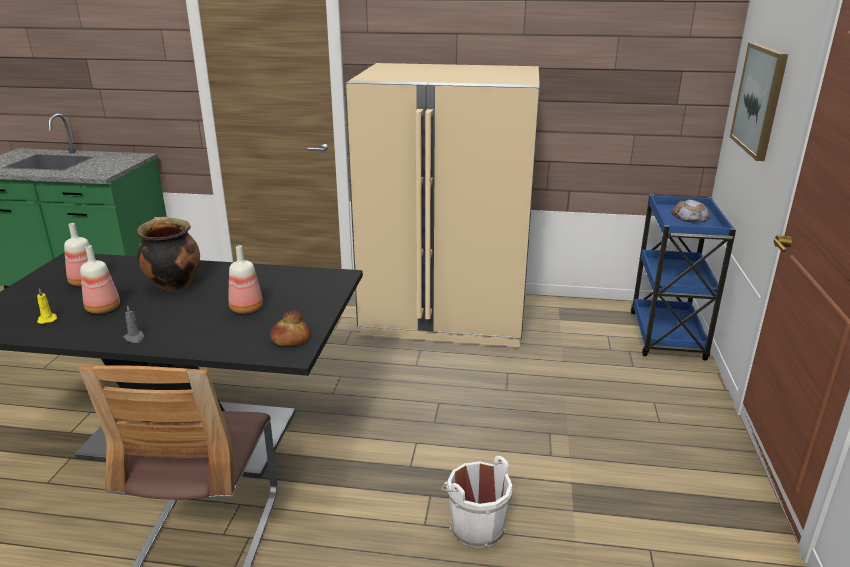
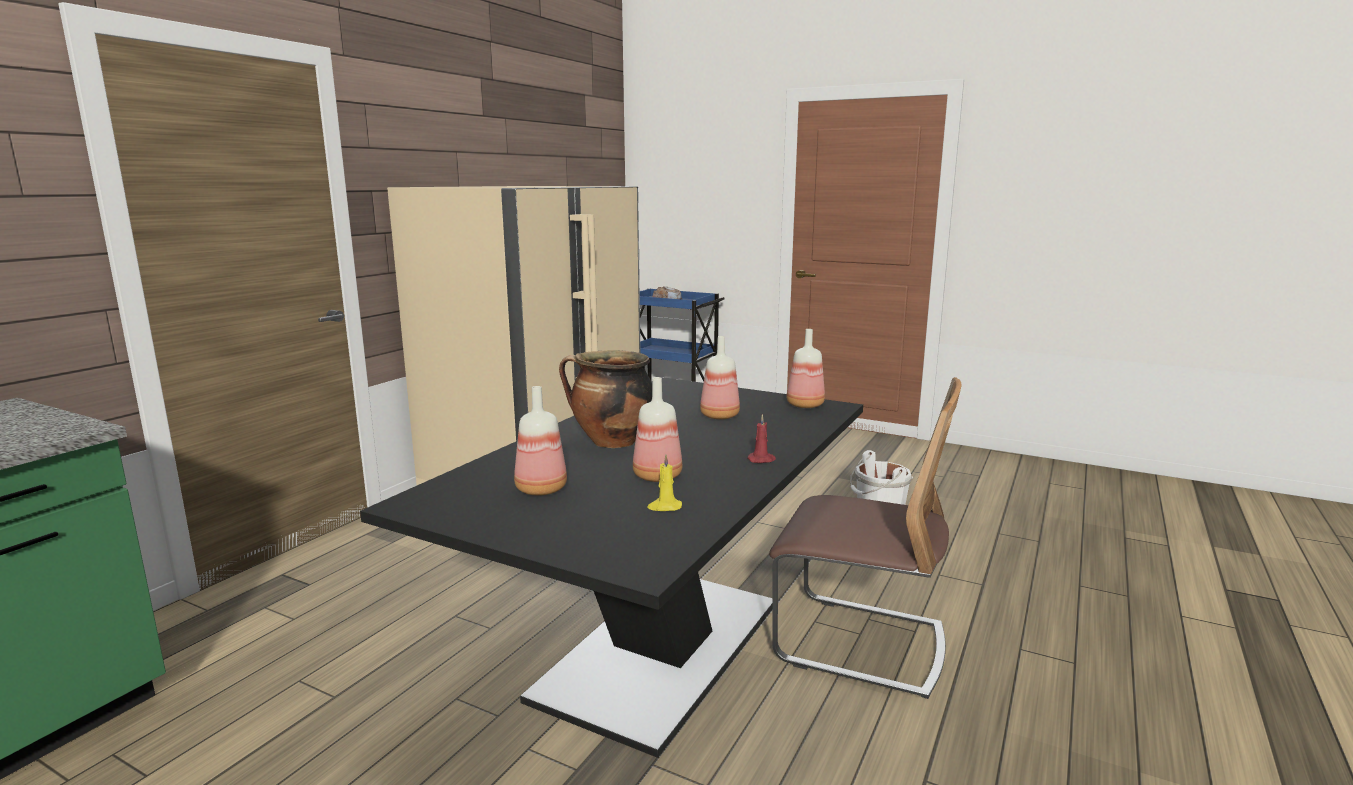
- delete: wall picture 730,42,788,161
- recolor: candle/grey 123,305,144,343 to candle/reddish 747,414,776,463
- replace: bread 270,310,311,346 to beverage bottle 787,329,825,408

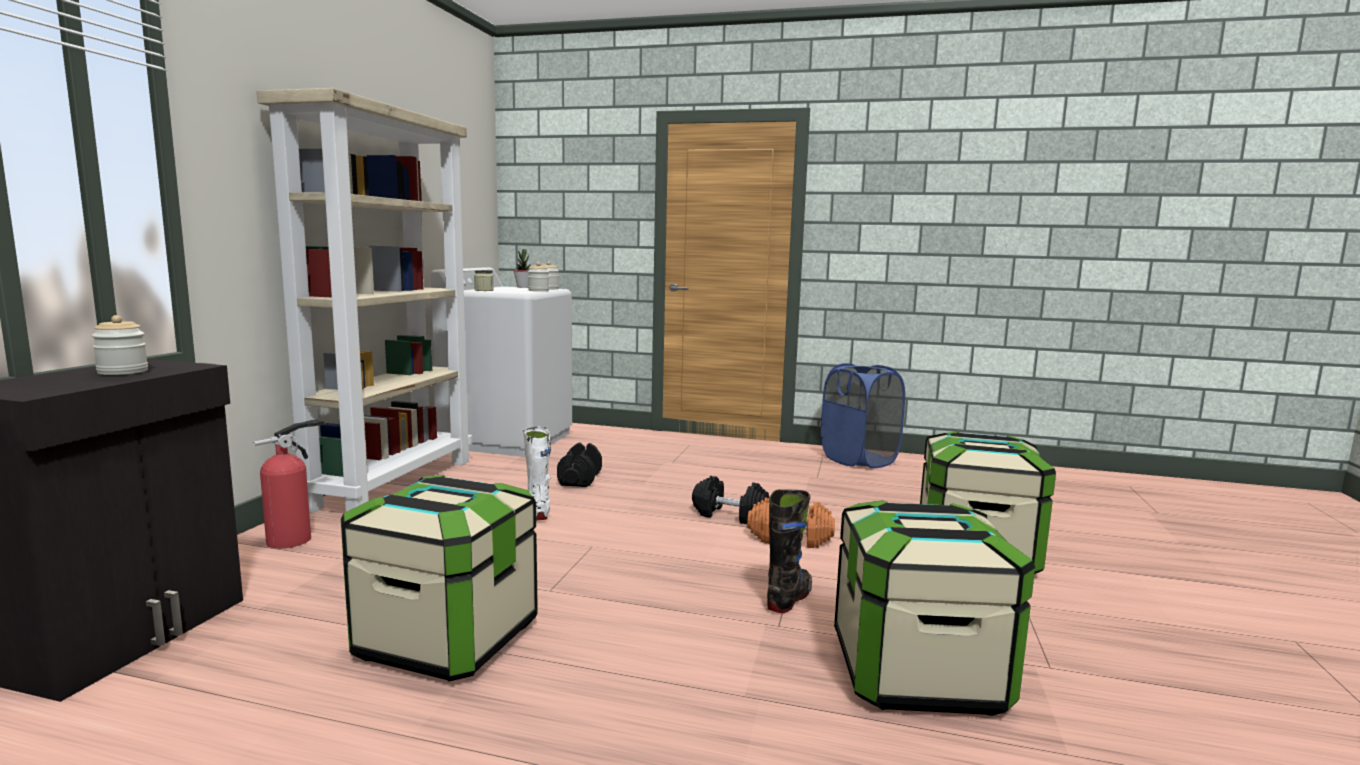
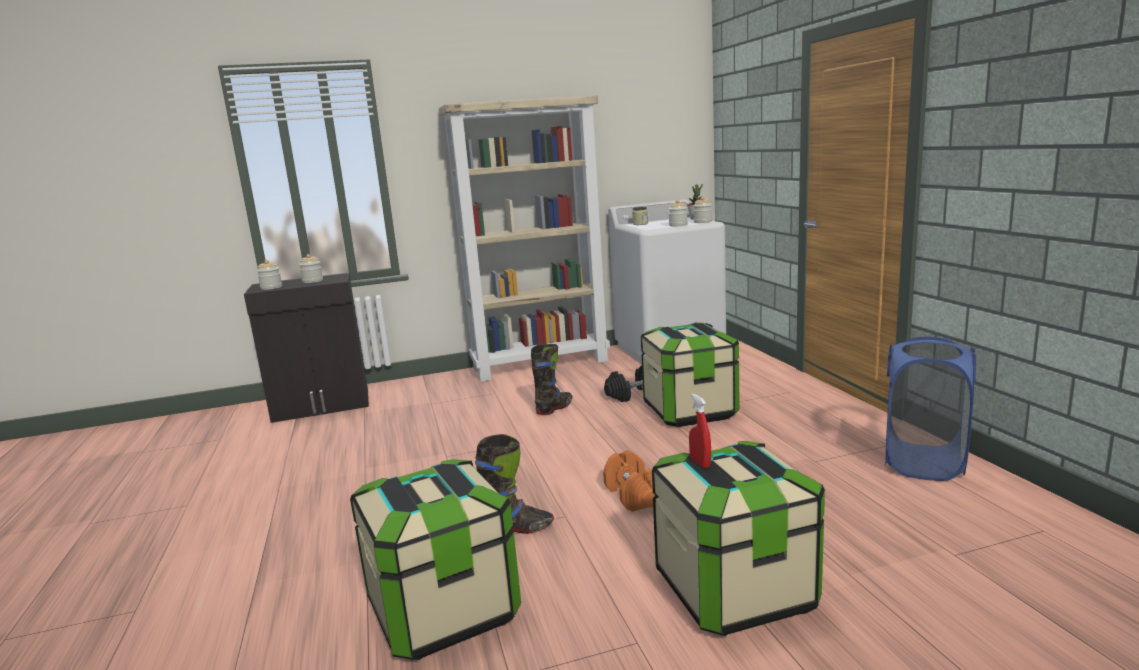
- delete: fire extinguisher 253,419,324,549
- recolor: boot/white-coloured 523,426,551,521 to boot/blackish 531,344,572,415
- move: storage box 341,475,538,682 to 641,322,739,427
- delete: free weight/blackish 692,476,769,524
- insert: storage jar 257,260,282,290
- insert: spray bottle/reddish 689,394,711,468

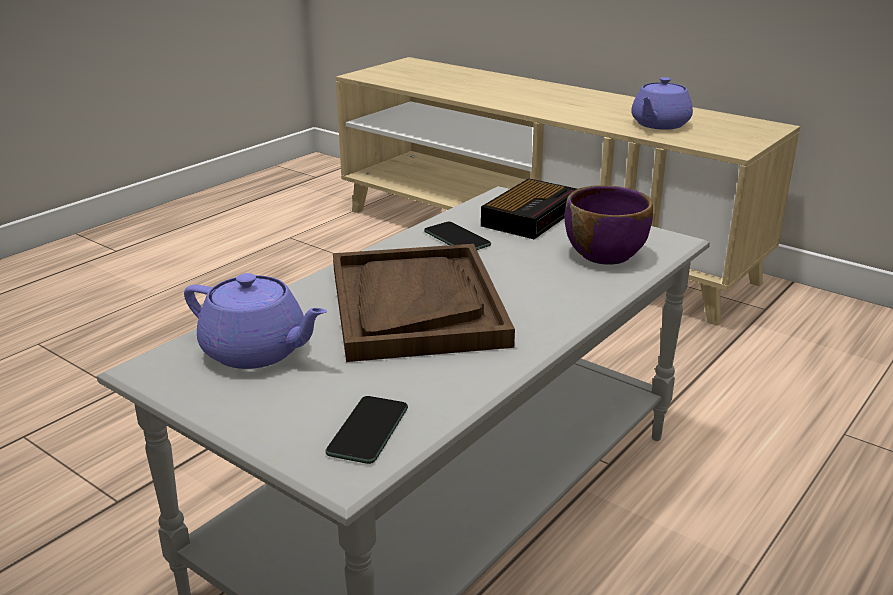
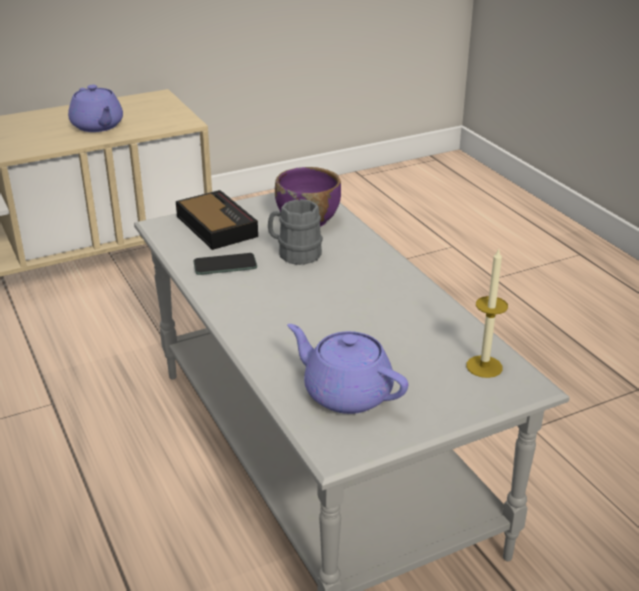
- delete: serving tray/brown 333,244,515,362
- rotate: tea pot/purple 184,273,327,369 = 287,324,408,414 105 degrees counterclockwise
- replace: handset 325,396,408,464 to candle 466,249,508,378
- insert: coffee mug/grey 268,199,323,265

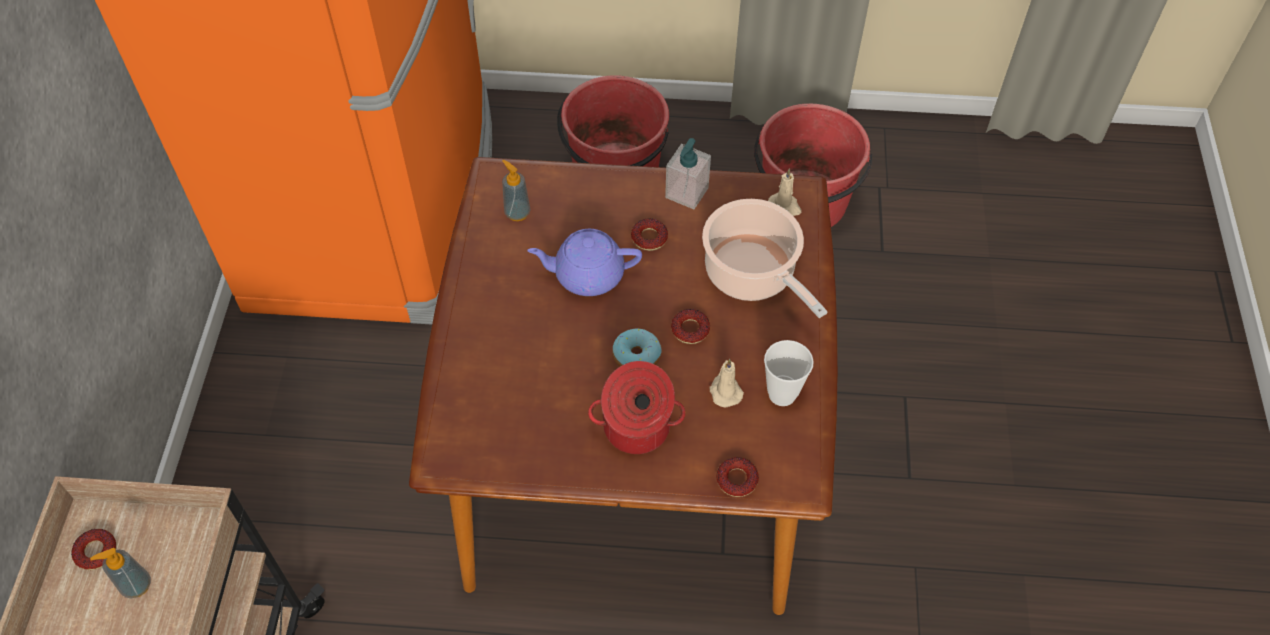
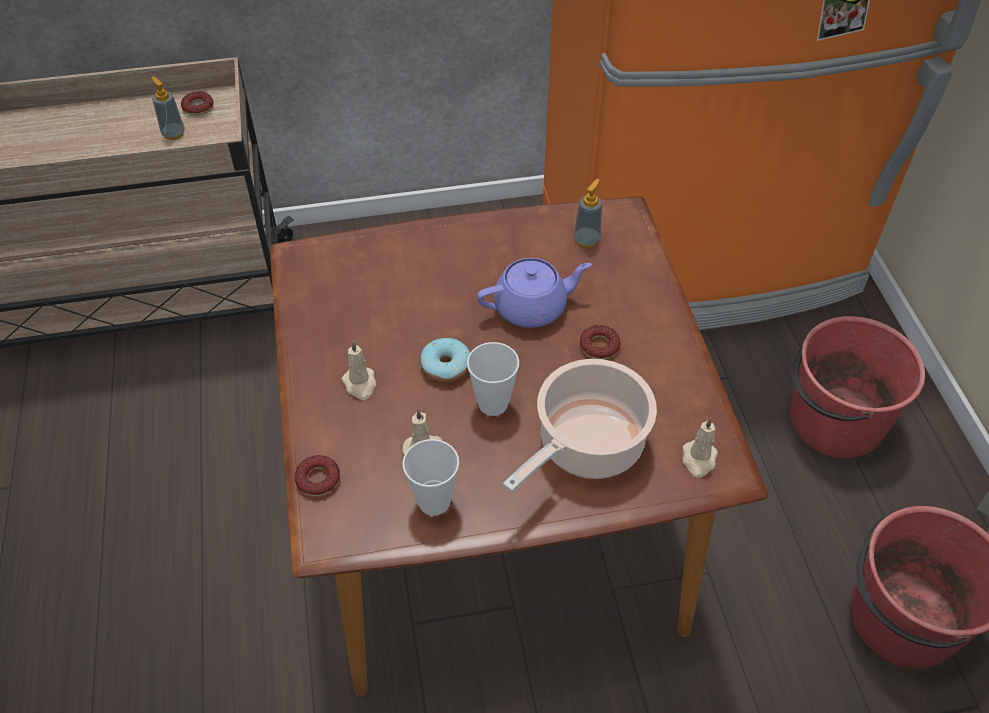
- delete: liquid soap bottle 665,138,711,209
- rotate: tea pot/purple 527,229,642,296 = 477,258,592,328 90 degrees clockwise
- replace: doughnut 671,309,710,344 to drinking cup 467,342,519,416
- replace: stockpot 588,361,686,454 to candle/sand-coloured 341,341,376,400

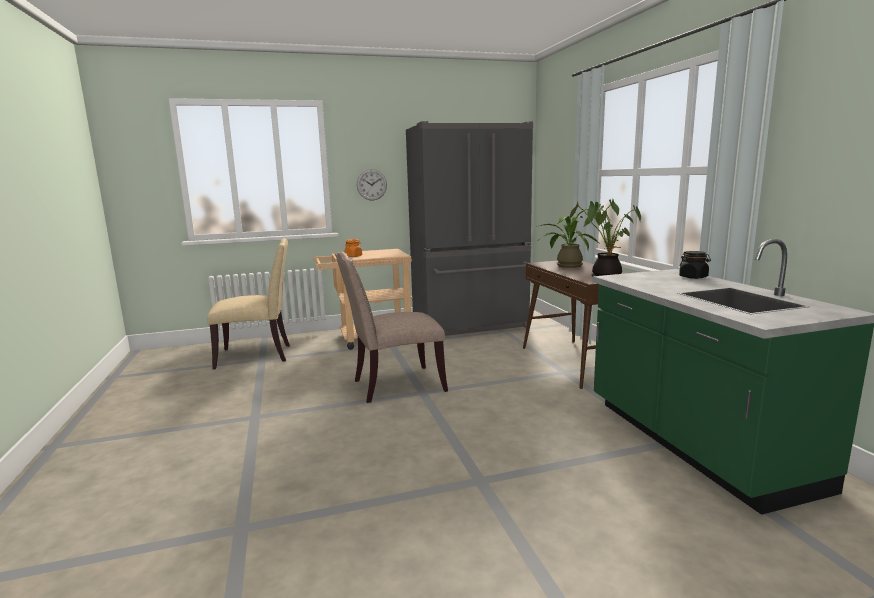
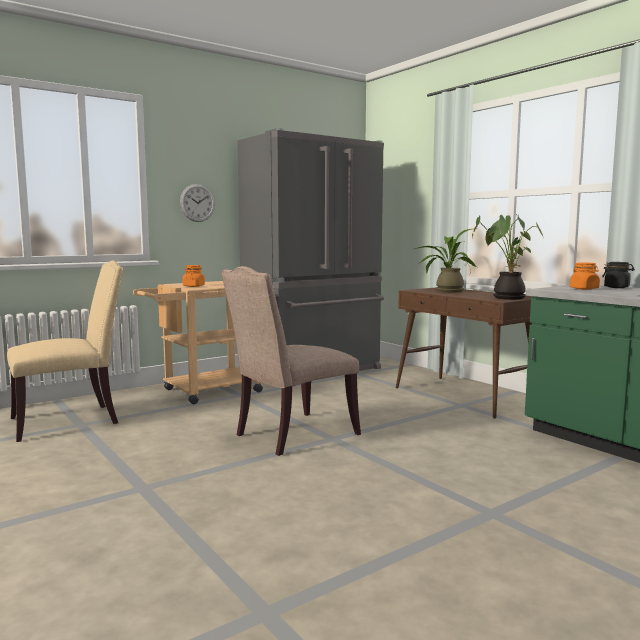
- insert: storage jar/orange 570,262,600,290

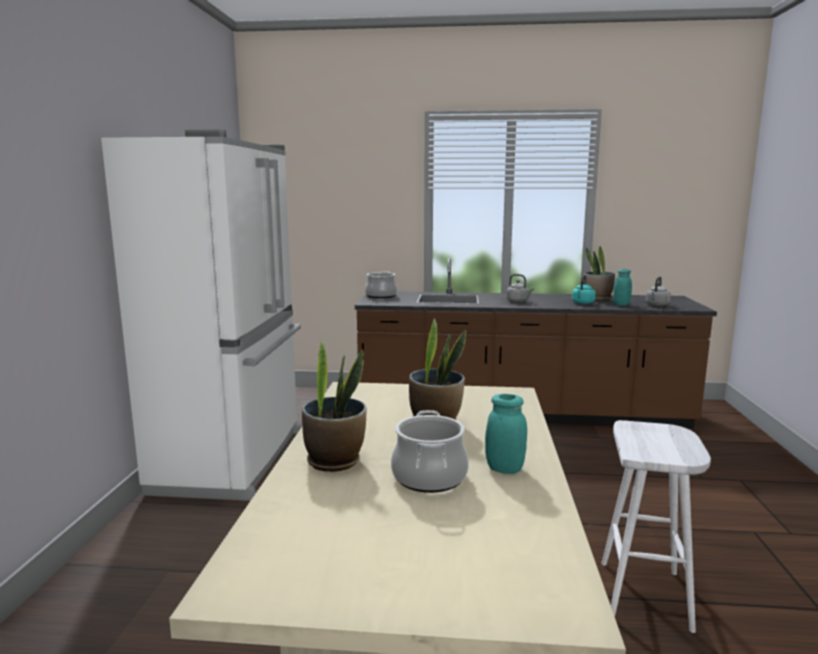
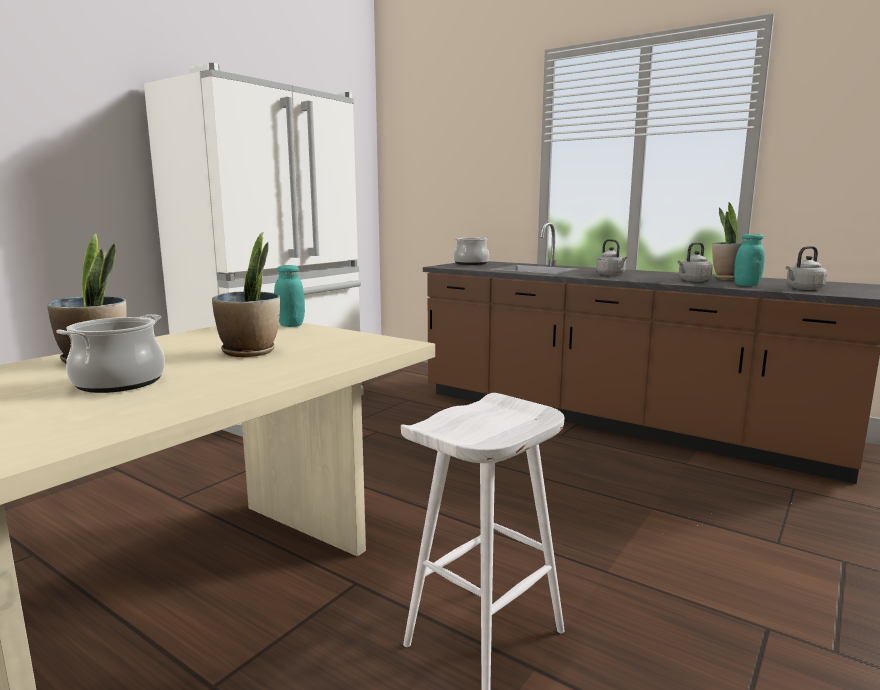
- recolor: tea kettle/blue-green 572,275,596,304 to tea kettle/grey 678,242,713,282
- move: storage jar/blue-green 485,394,527,474 to 274,265,305,327

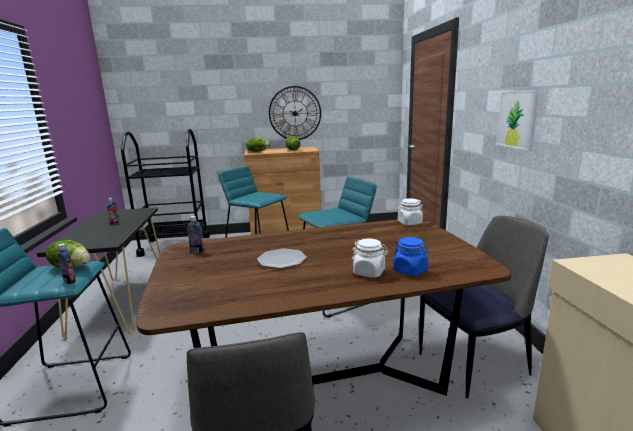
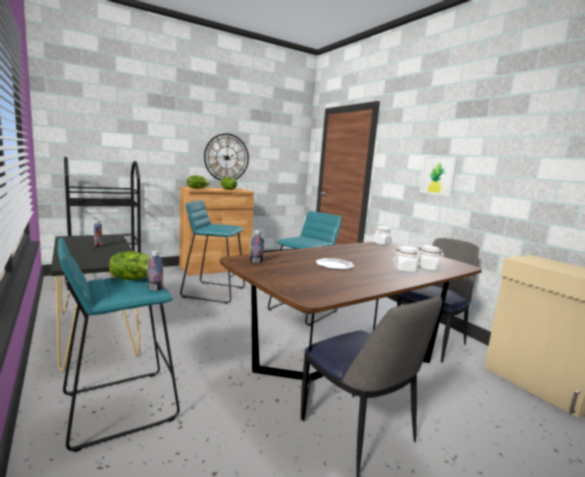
- recolor: storage jar/blue-coloured 393,237,429,276 to storage jar/white-coloured 416,245,444,271

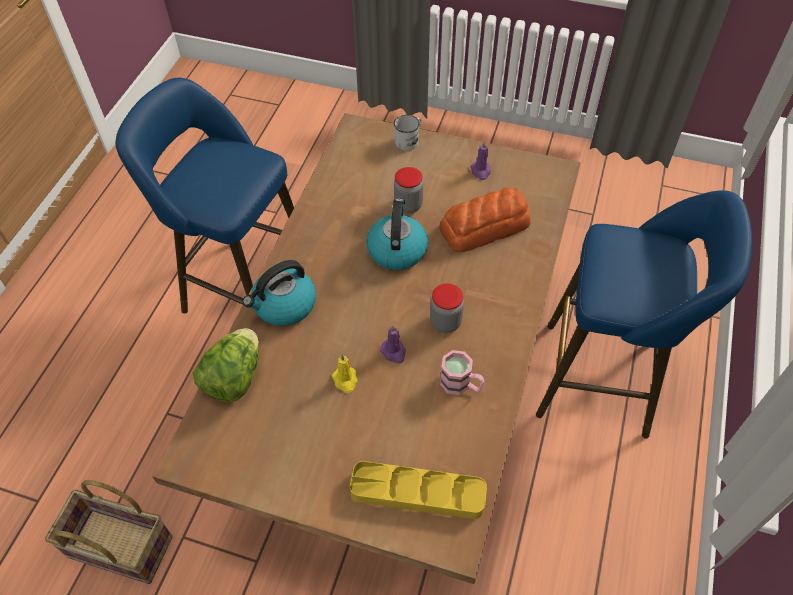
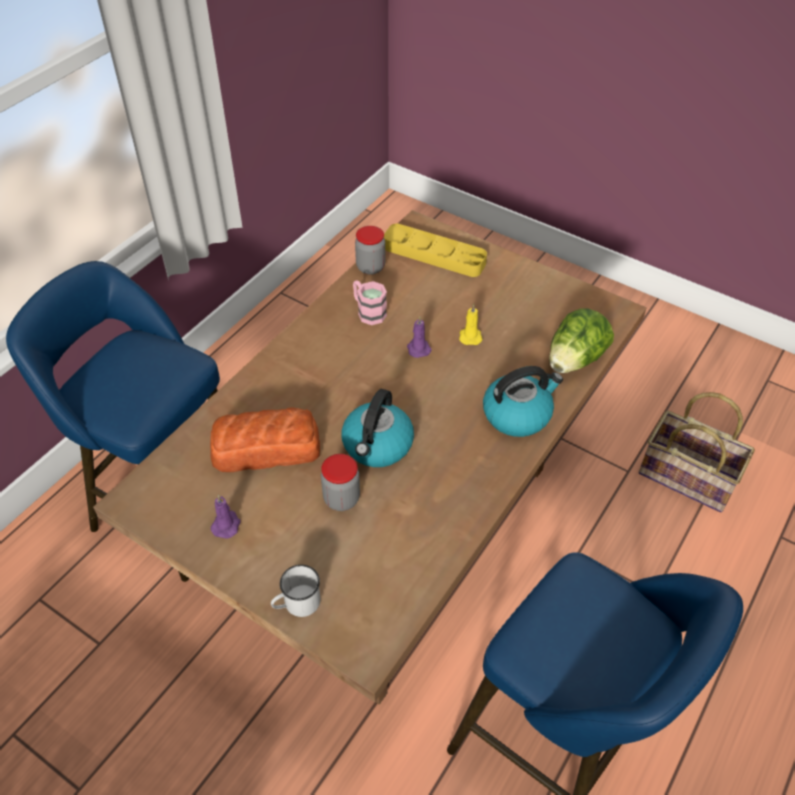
- move: storage jar 430,284,464,333 to 355,226,385,275

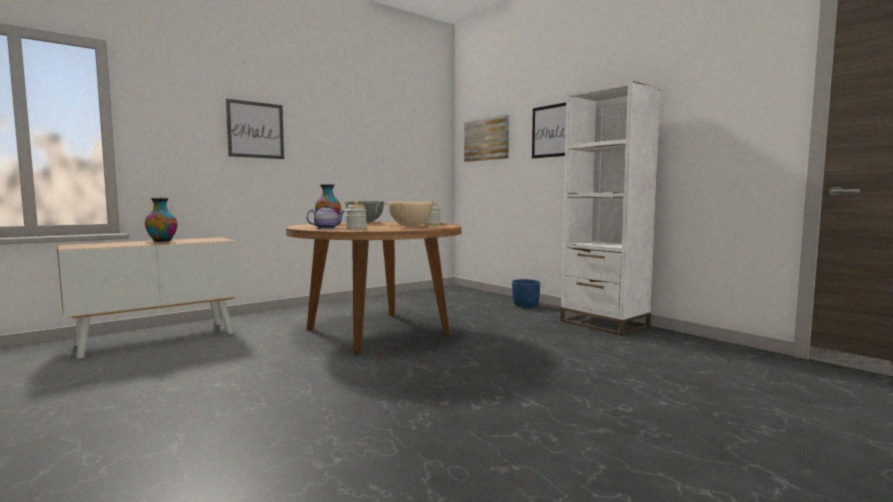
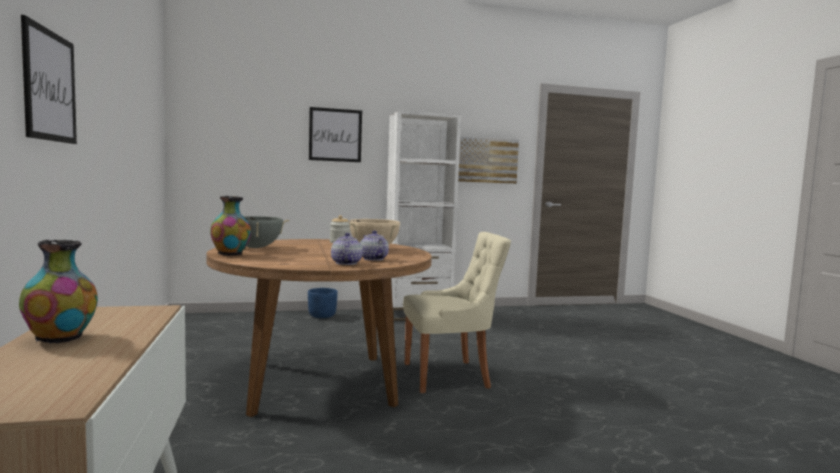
- move: wall picture 464,114,509,162 to 458,136,519,184
- replace: storage jar 346,201,367,229 to tea pot 360,230,389,261
- insert: upright chair/sand-coloured 403,232,511,393

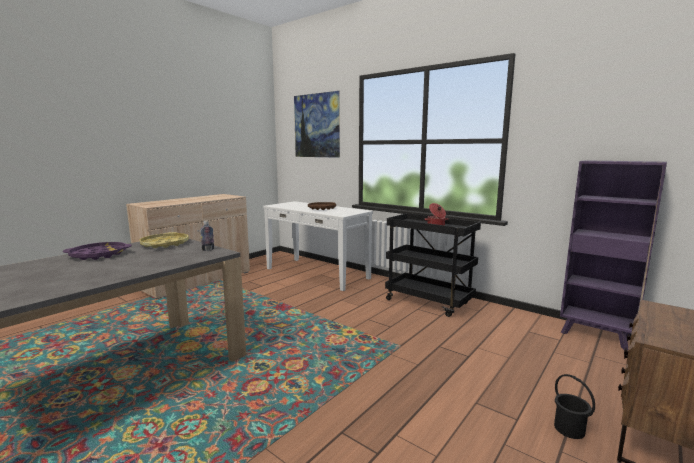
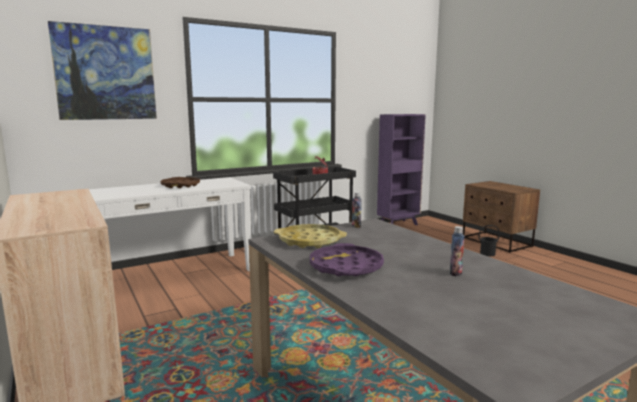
- insert: beverage bottle 450,226,465,276

